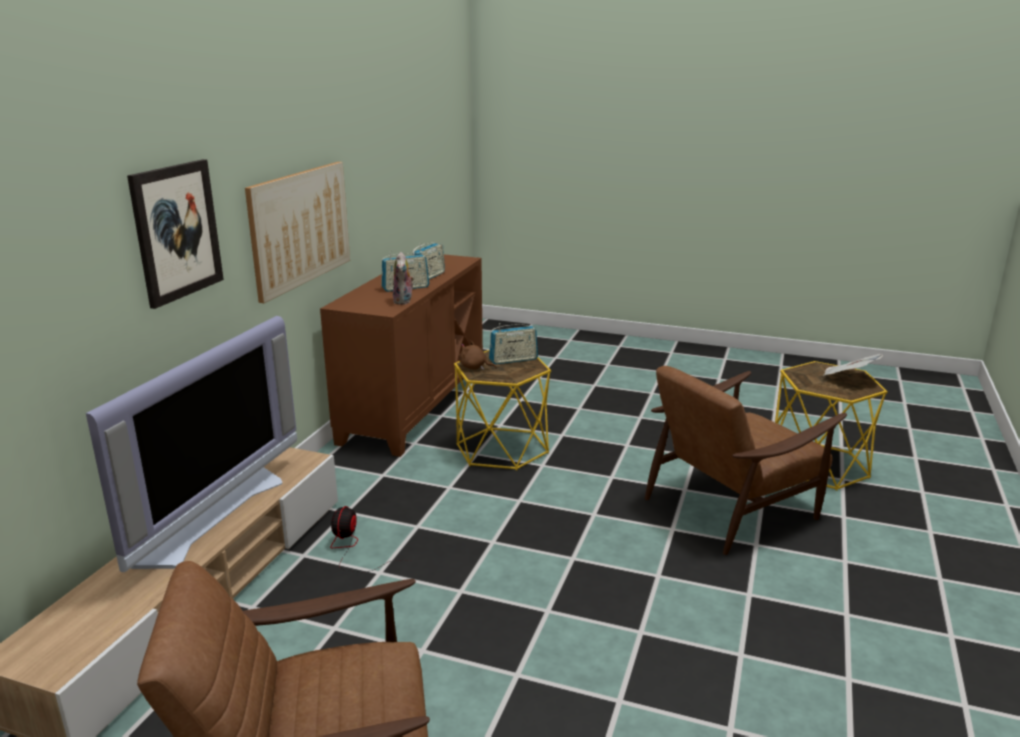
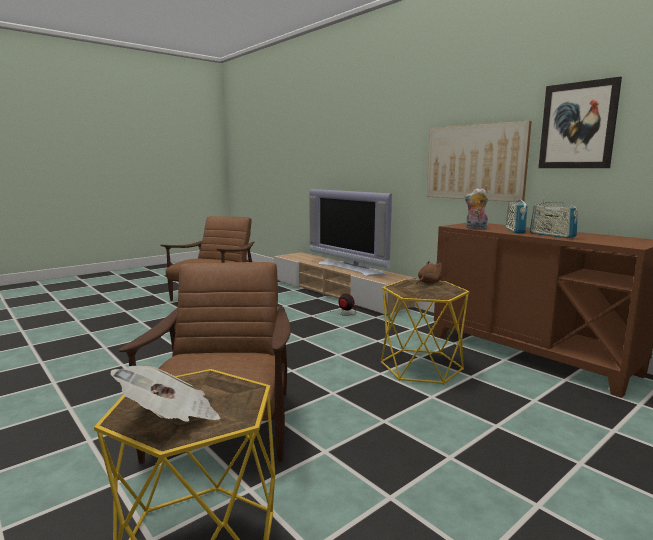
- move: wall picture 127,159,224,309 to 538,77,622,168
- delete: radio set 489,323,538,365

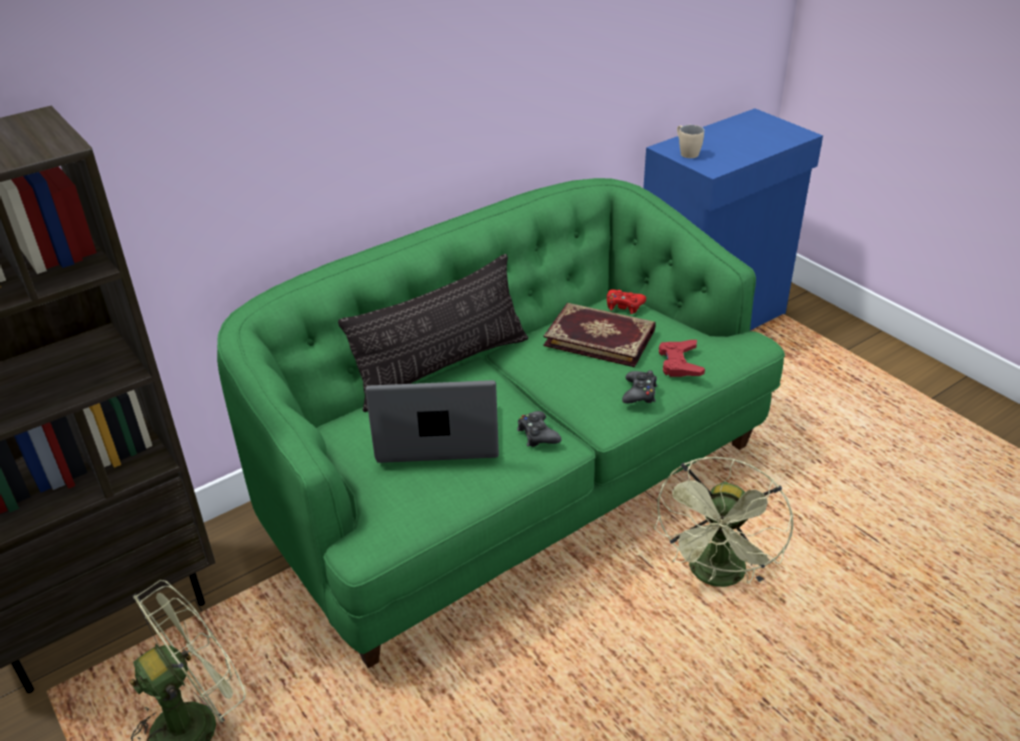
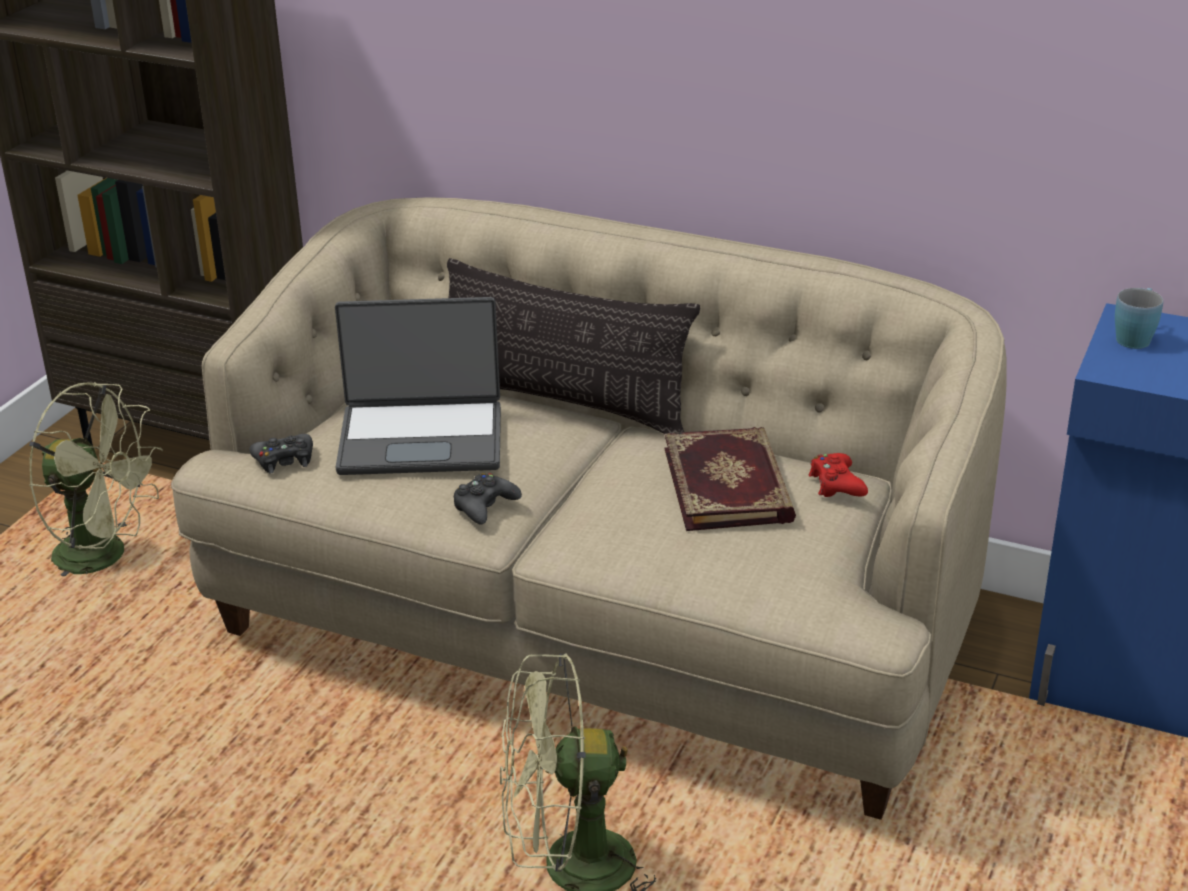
- recolor: coffee mug/sand-coloured 677,125,704,158 to coffee mug/blue-coloured 1115,288,1163,349
- recolor: settee/green 217,178,785,668 to settee/sand-coloured 171,197,1007,820
- delete: gamepad/reddish 659,340,705,377
- move: gamepad/blackish 622,370,657,403 to 250,434,313,474
- rotate: portable computer 365,380,499,463 = 335,297,501,475 120 degrees clockwise

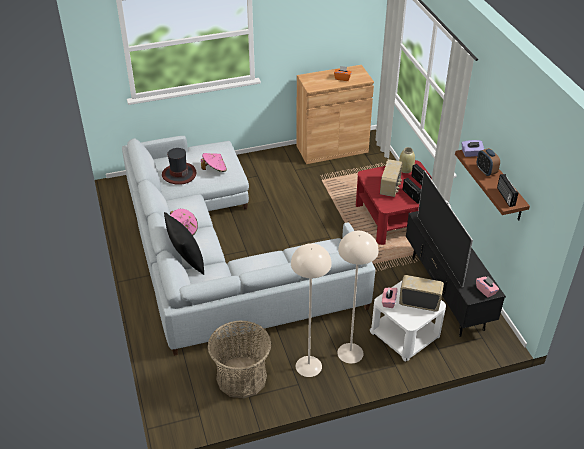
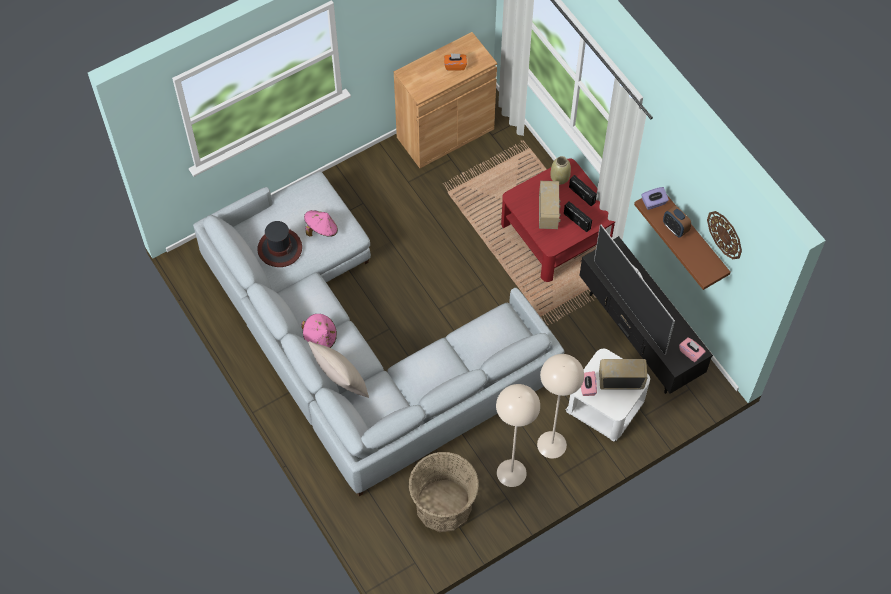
- delete: radio set 497,174,518,207
- recolor: cushion/blackish 164,212,204,275 to cushion/sand-coloured 308,341,369,398
- insert: clock on the wall 707,211,742,259

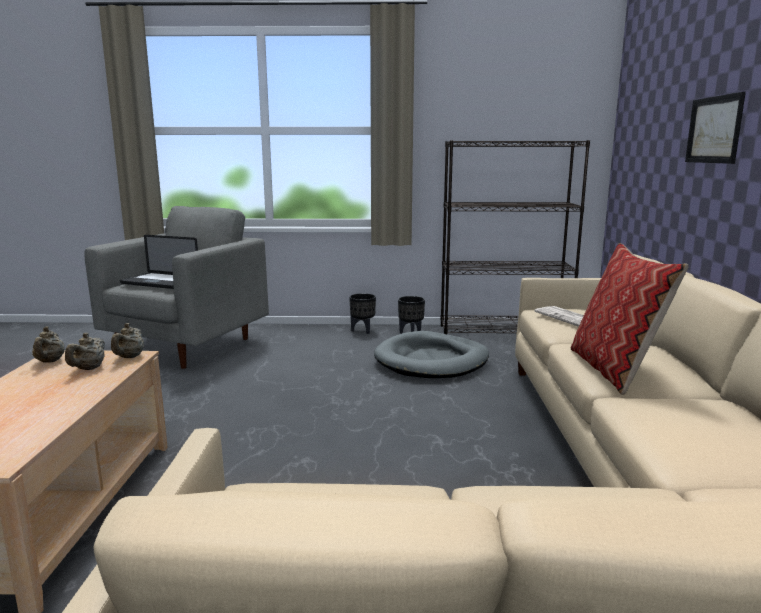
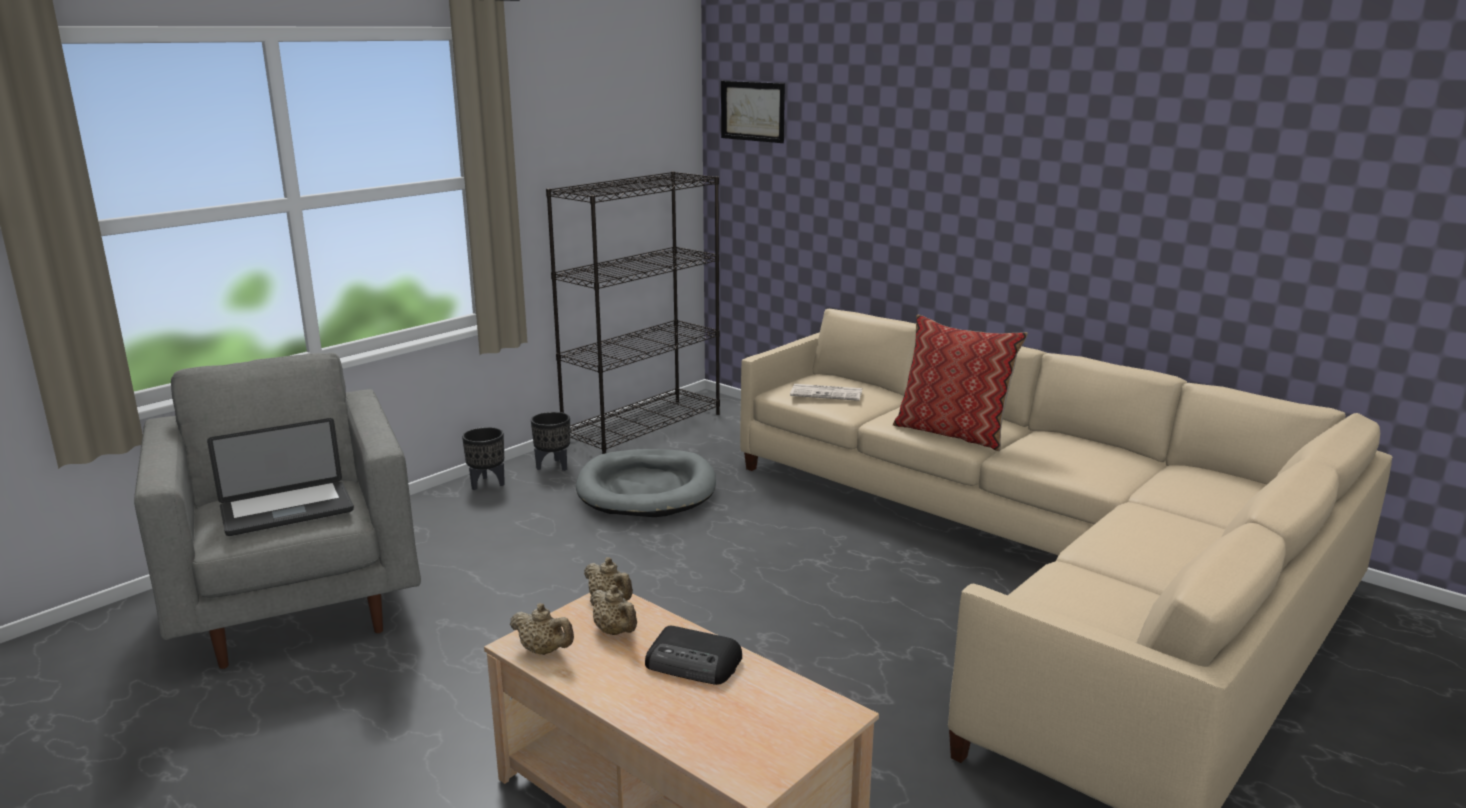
- move: wall picture 685,92,746,164 to 721,81,785,143
- insert: radio set 645,626,742,685

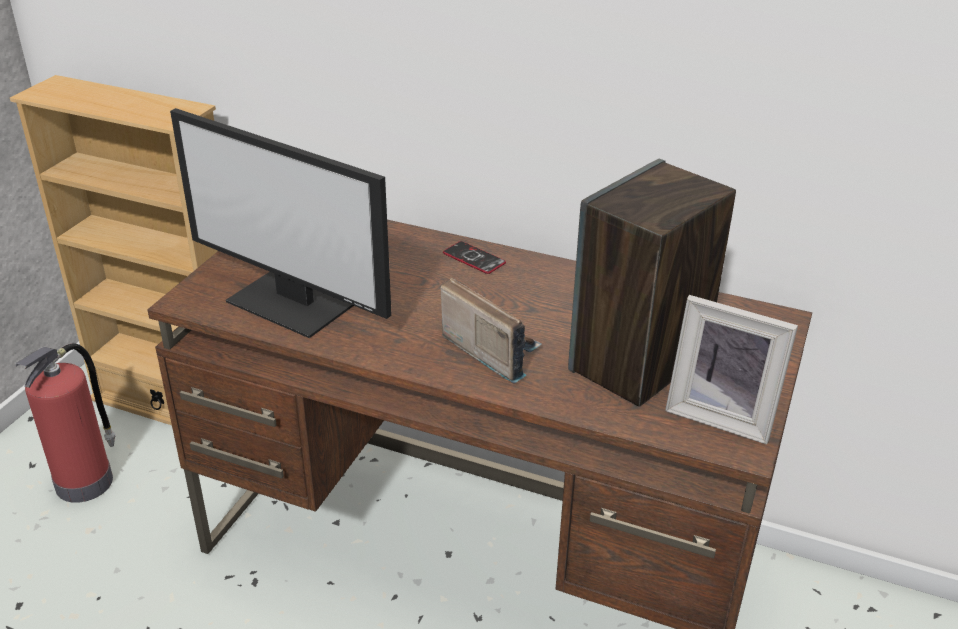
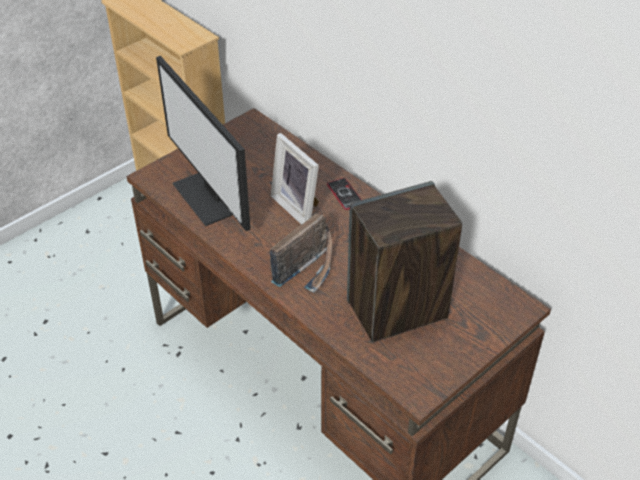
- rotate: radio set 440,278,542,384 = 269,214,332,293 60 degrees clockwise
- move: photo frame 665,295,798,445 to 271,133,319,225
- delete: fire extinguisher 15,343,115,503

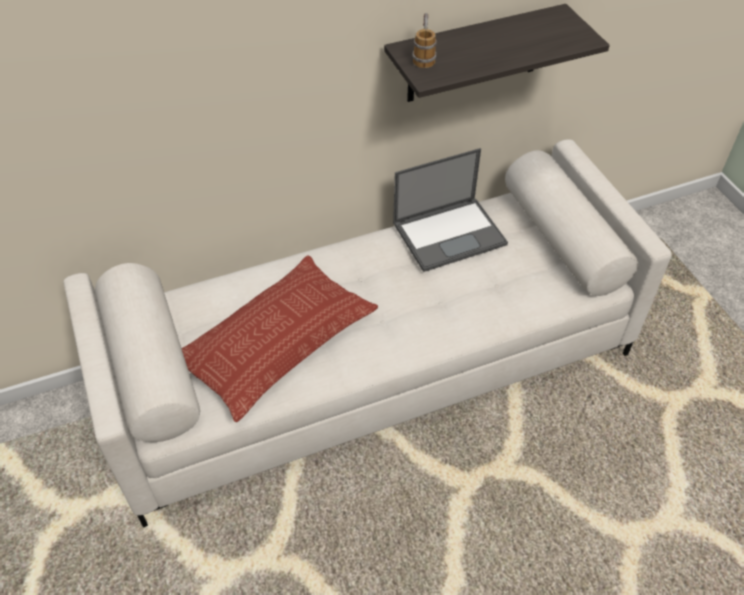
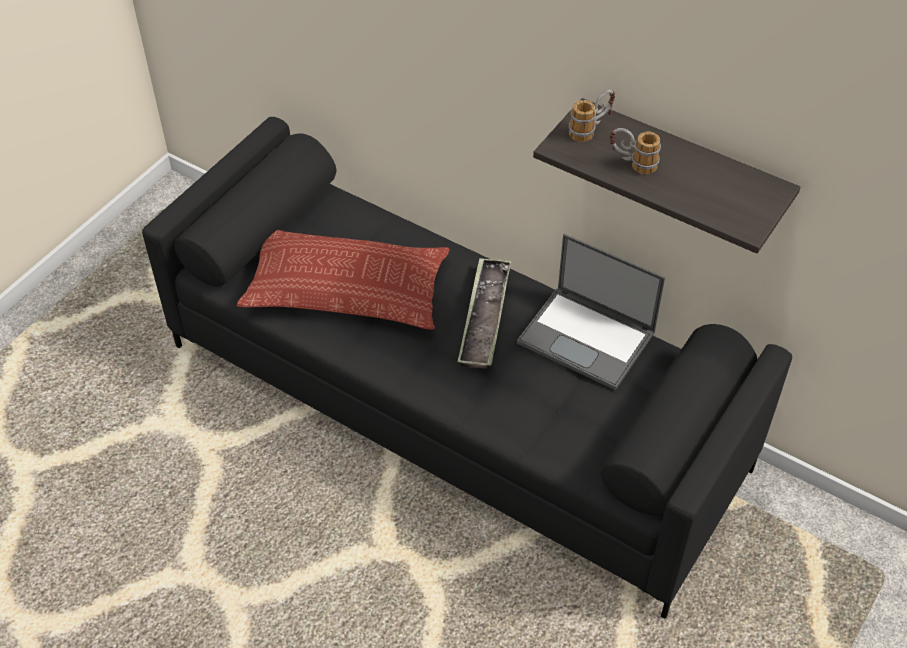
- recolor: settee/white-coloured 63,139,672,527 to settee/blackish 142,117,792,619
- insert: coffee mug 610,128,661,174
- insert: serving tray 457,258,511,369

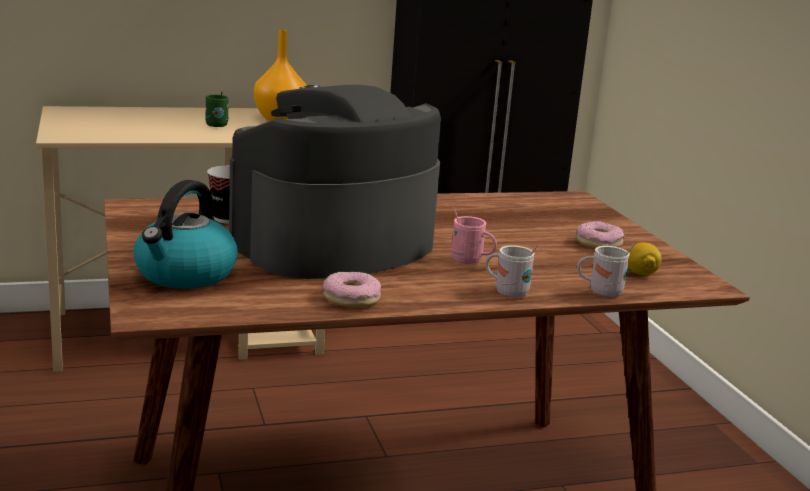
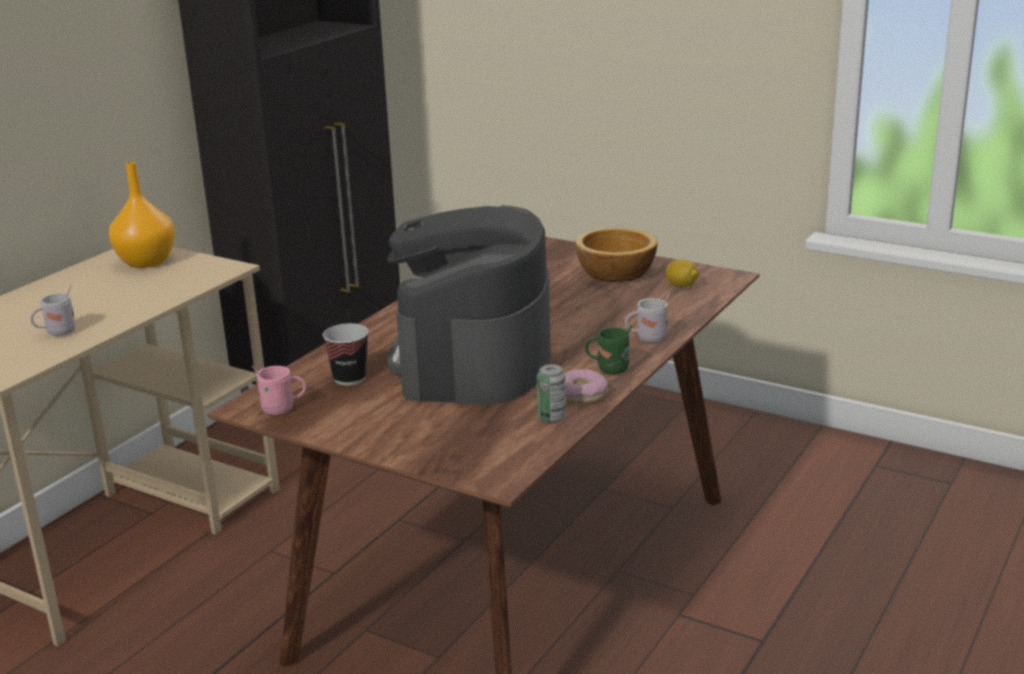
- move: coffee mug/green 205,92,229,127 to 585,325,632,374
- delete: tea kettle 134,180,238,289
- move: coffee mug/pink 451,207,497,264 to 252,365,306,415
- replace: doughnut 576,221,624,249 to deep dish 575,228,657,282
- move: coffee mug/white-coloured 577,243,635,297 to 30,285,75,336
- insert: sealed can 537,364,566,423

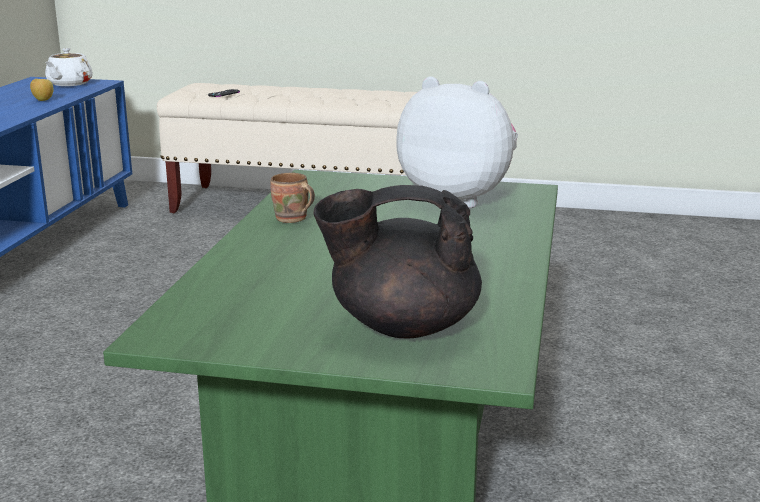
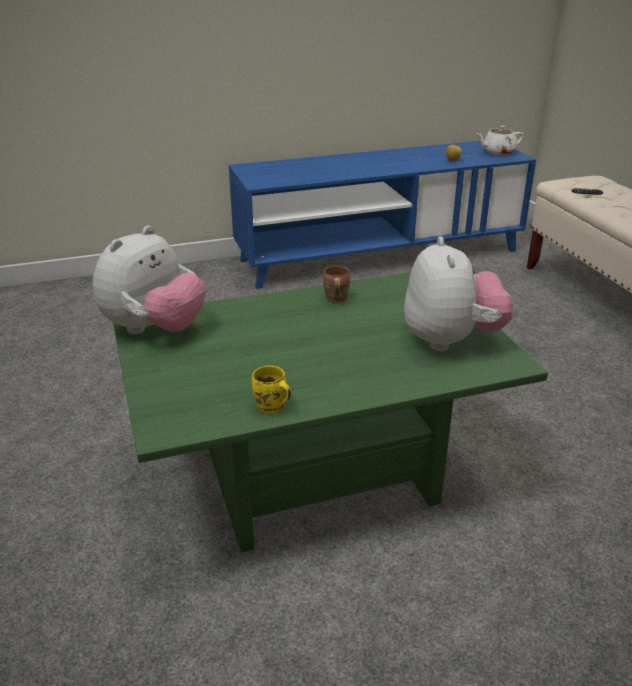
- delete: tea pot/blackish 314,185,482,338
- insert: plush toy 93,226,206,334
- insert: coffee mug/yellowish 252,366,291,414

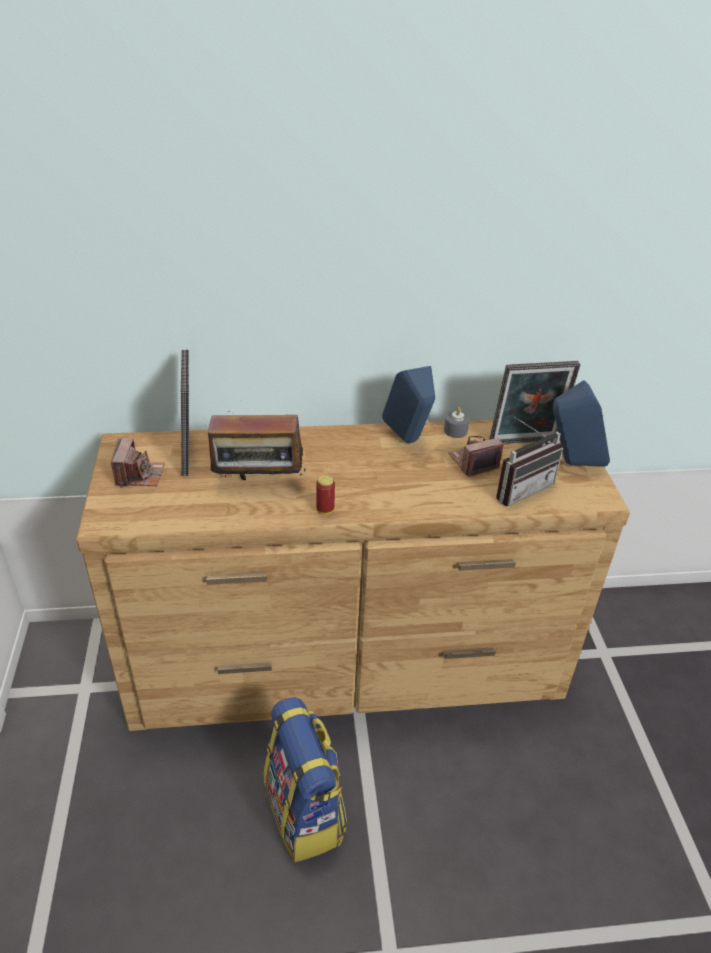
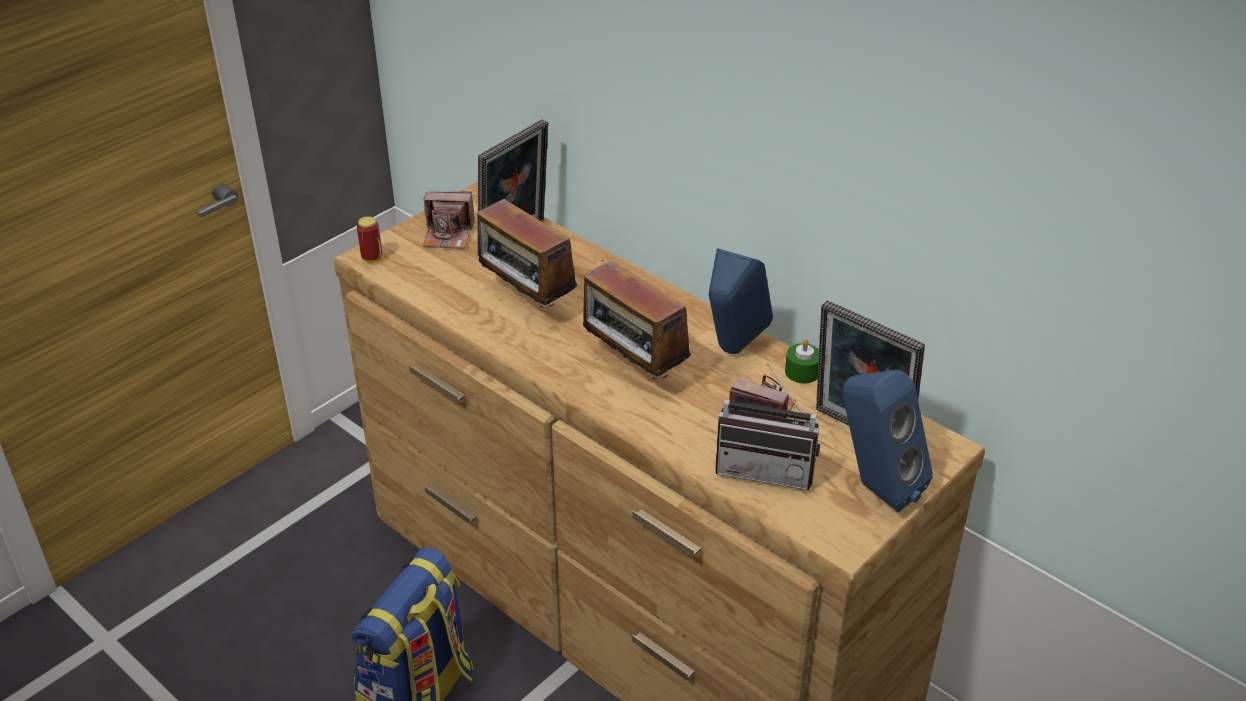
- recolor: candle/grey 444,407,470,438 to candle/green 785,339,819,383
- rotate: photo camera 111,438,165,488 = 423,191,475,249 45 degrees clockwise
- move: sealed can 316,475,335,515 to 357,216,382,263
- insert: radio set 583,260,691,380

